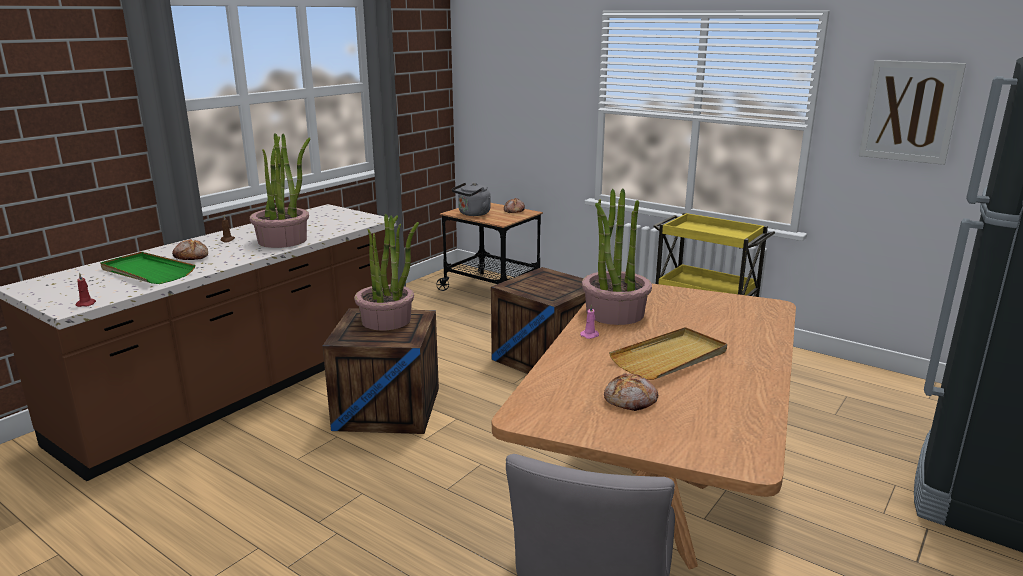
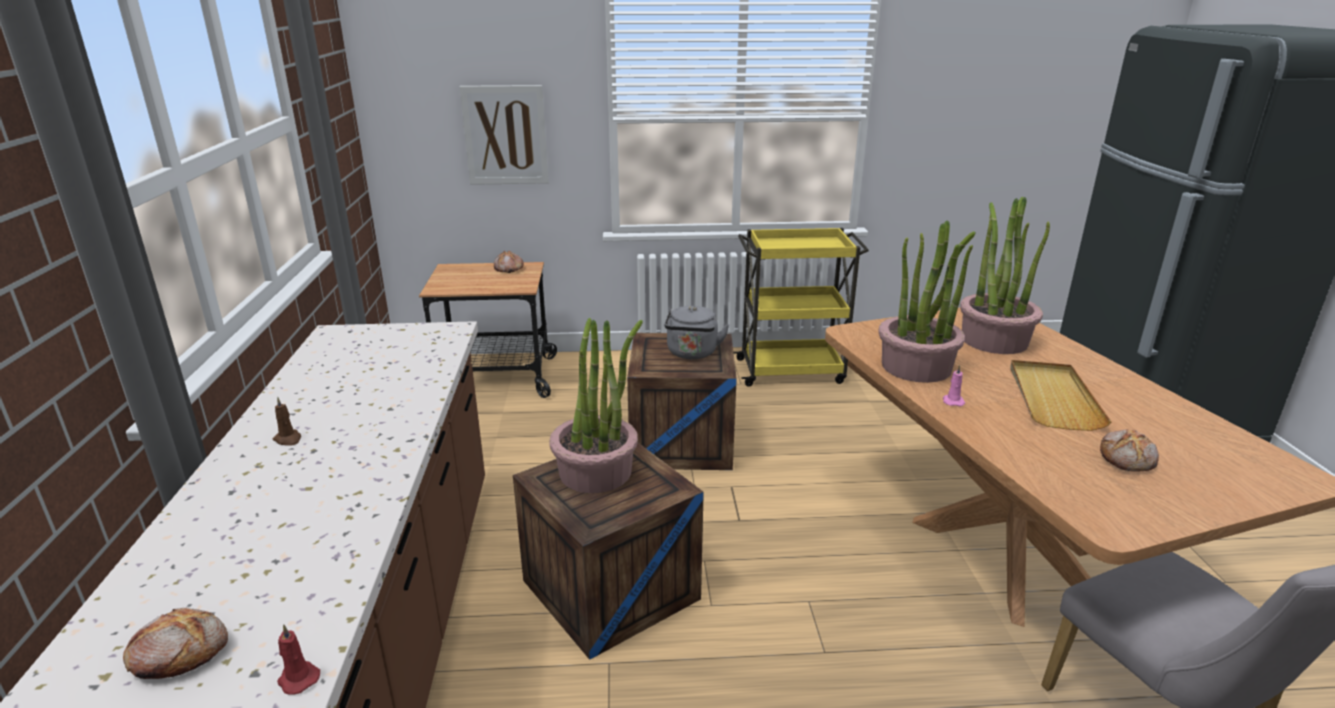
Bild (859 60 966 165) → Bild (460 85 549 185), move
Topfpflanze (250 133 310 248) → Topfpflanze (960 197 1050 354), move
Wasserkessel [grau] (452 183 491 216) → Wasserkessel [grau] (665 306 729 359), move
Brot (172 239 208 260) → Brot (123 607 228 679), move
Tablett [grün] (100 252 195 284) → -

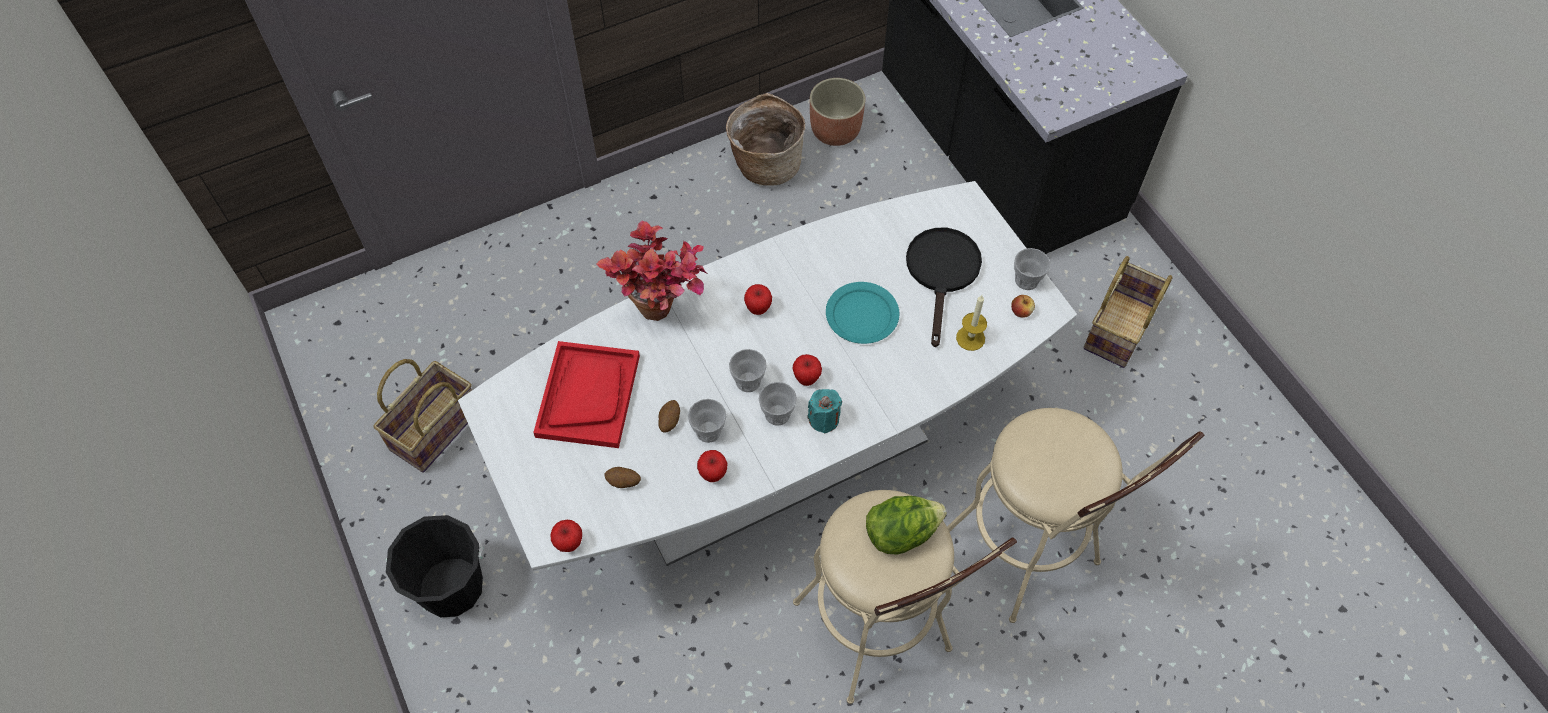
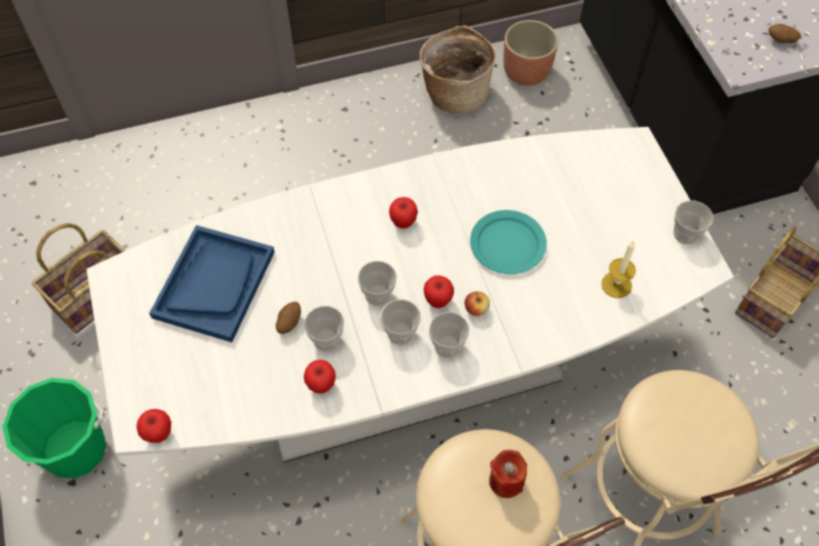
Topfpflanze (596 221 708 321) → -
Pfanne [schwarz] (906 228 982 347) → -
Apfel (1011 295 1035 318) → Apfel (465 291 490 316), move
Tablett [rot] (533 341 640 448) → Tablett [blau] (149 225 275 342)
Kerze [türkis] (808 389 842 434) → Tasse (429 312 469 358)
Kartoffel (604 467 641 488) → Kartoffel (768 24 801 43), move
Salatkopf (866 496 947 555) → Kerze [rot] (489 450 527 498)
Eimer [schwarz] (386 515 484 617) → Eimer [grün] (2 378 107 479)

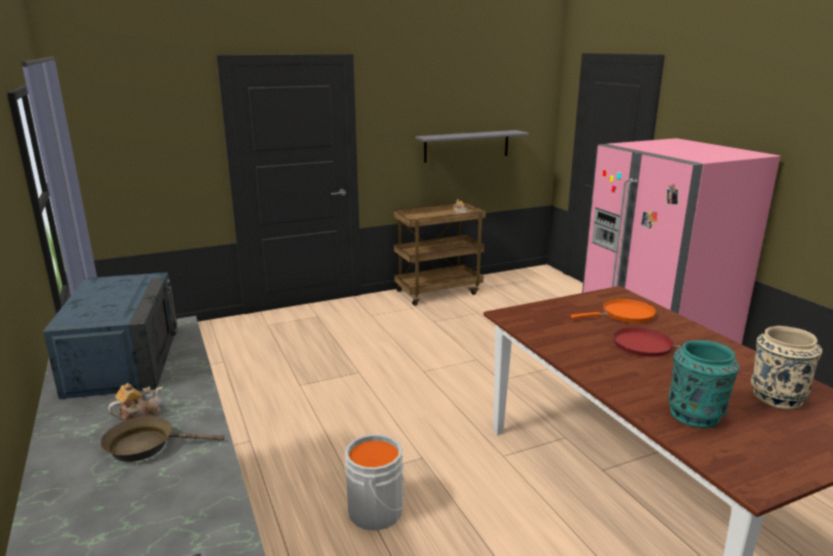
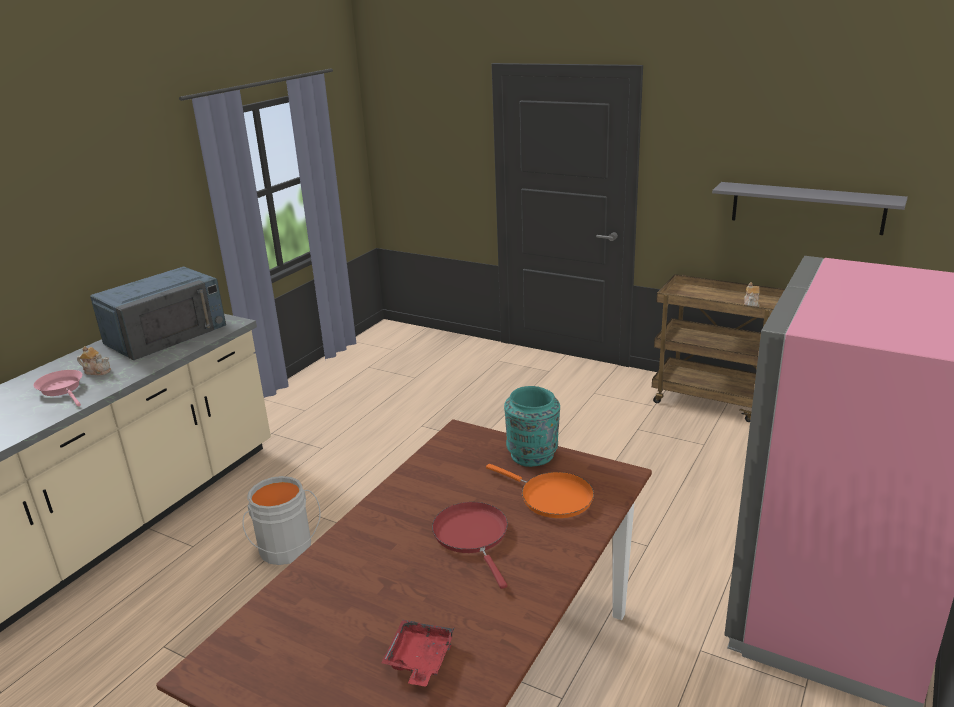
Vase [beige] (751 326 822 410) → Tablett [rot] (381 620 454 687)
Vase [türkis] (668 340 739 428) → Vase [türkis] (504 386 560 467), move
Pfanne [braun] (100 416 224 462) → Pfanne [rosa] (33 370 82 406)

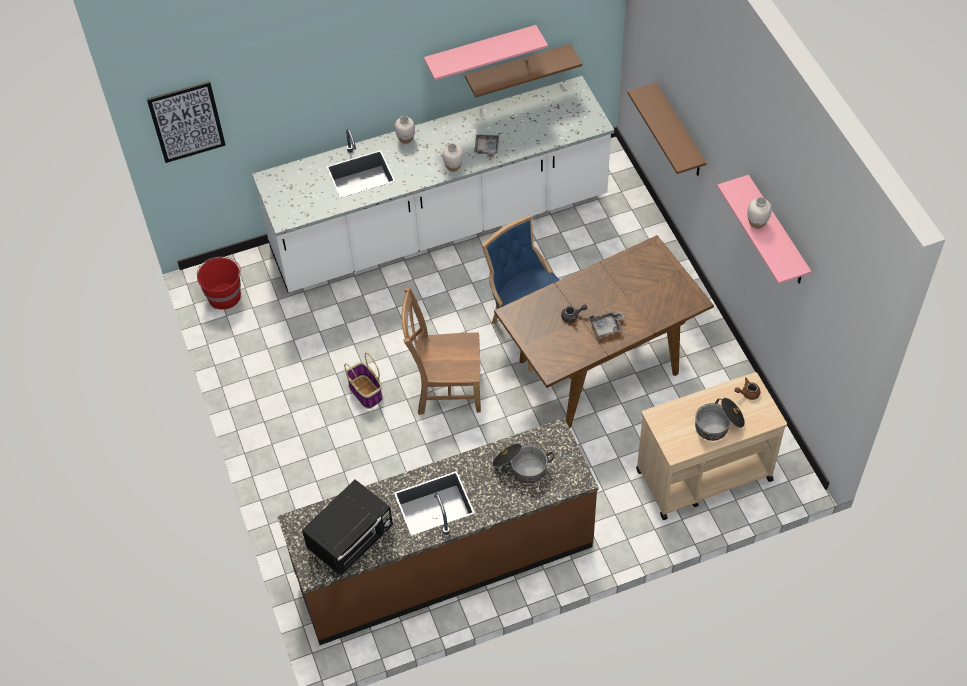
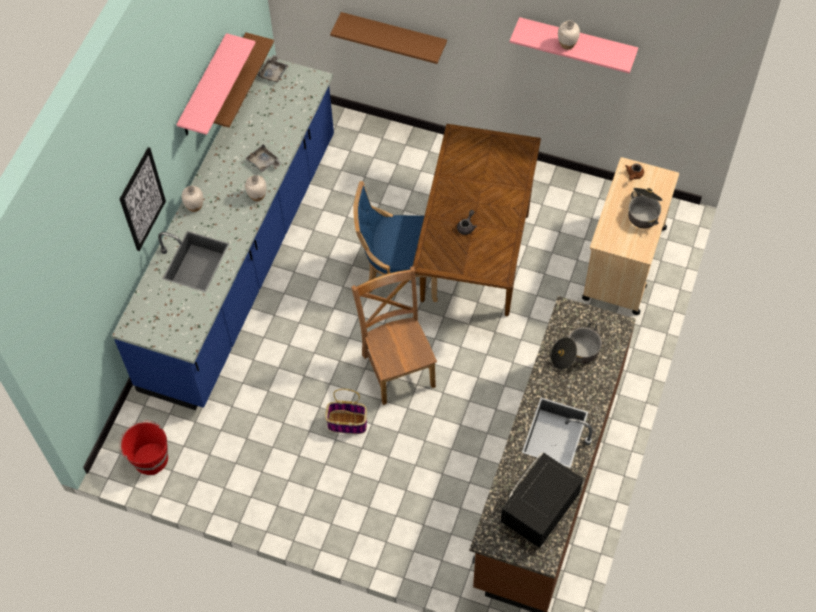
Küchenzeile [weiß] (252 76 614 292) → Küchenzeile [blau] (112 56 334 410)
Bild (147 81 226 163) → Bild (120 147 166 251), move
Stuhl [braun] (401 287 481 415) → Stuhl [braun] (351 266 437 405), 120 degrees clockwise
Tablett [grau] (589 312 624 338) → Tablett [grau] (258 55 288 83), move
Mikrowelle [schwarz] (302 479 393 576) → Mikrowelle [schwarz] (501 452 583 548), 135 degrees counterclockwise

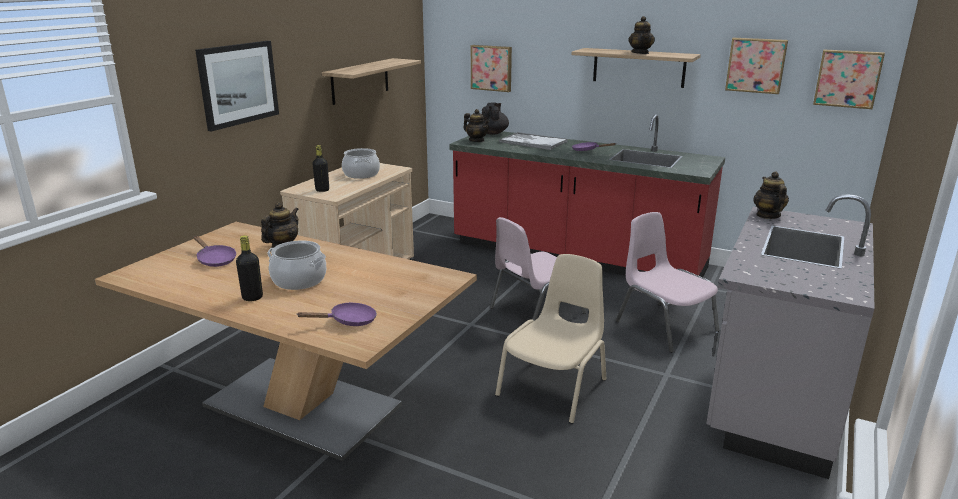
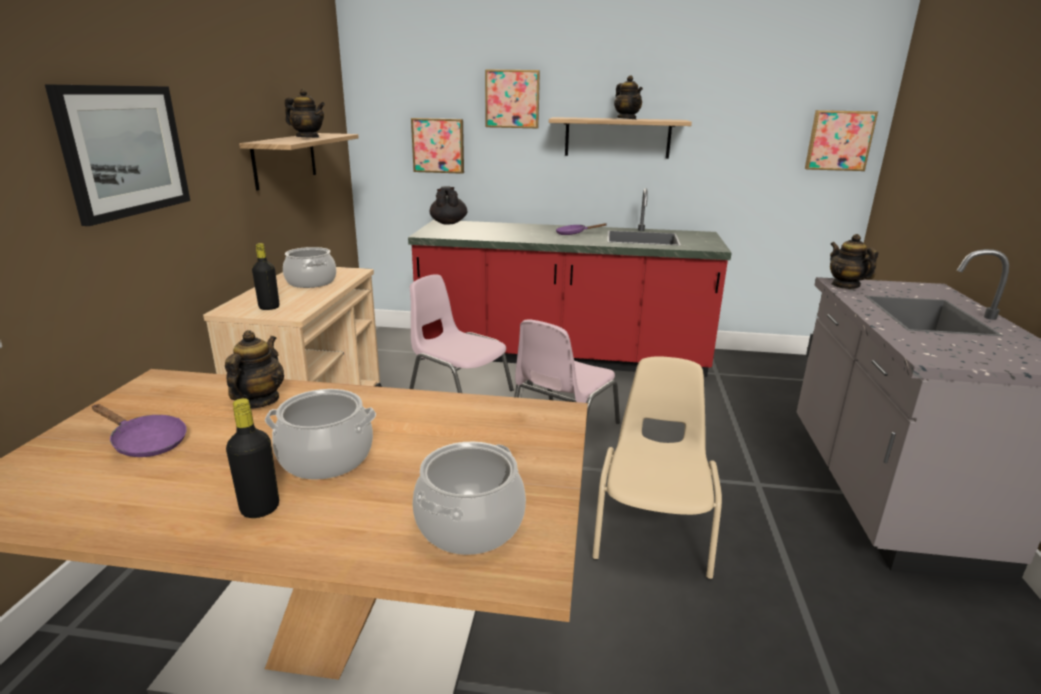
Bild (725 38 788 94) → Bild (485 69 540 129), move
Teekanne (463 109 490 142) → Teekanne (285 89 325 138), move
Tablett (499 132 568 150) → -
Stuhl [rosa] (616 212 719 353) → Stuhl [rosa] (409 274 514 393), move
Pfanne [lila] (296 302 377 326) → Kochtopf (412 442 526 555)

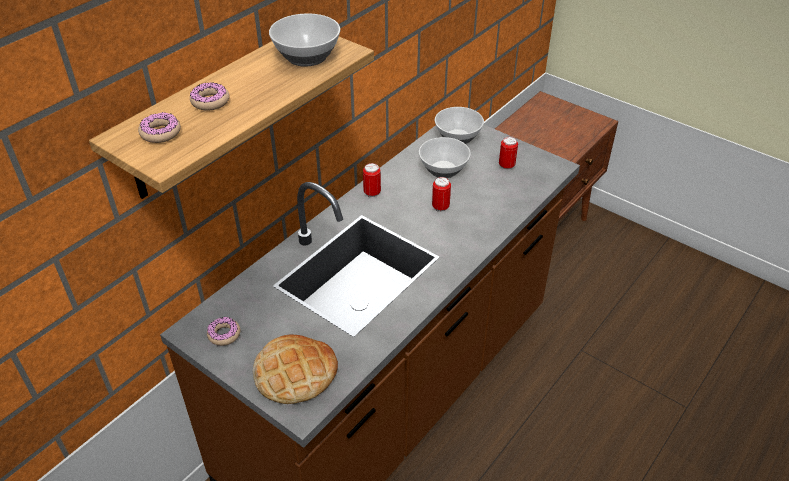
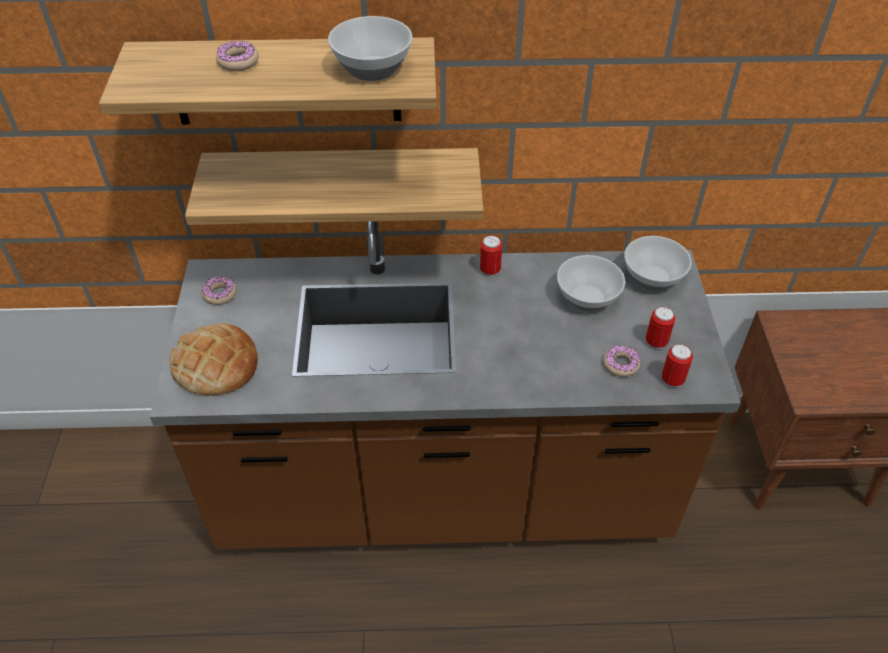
Donut (138 113 181 143) → Donut (603 346 640 377), move
Dose (432 177 451 212) → Dose (662 344 693 387), move
- → Wandregal (185 148 484 225)

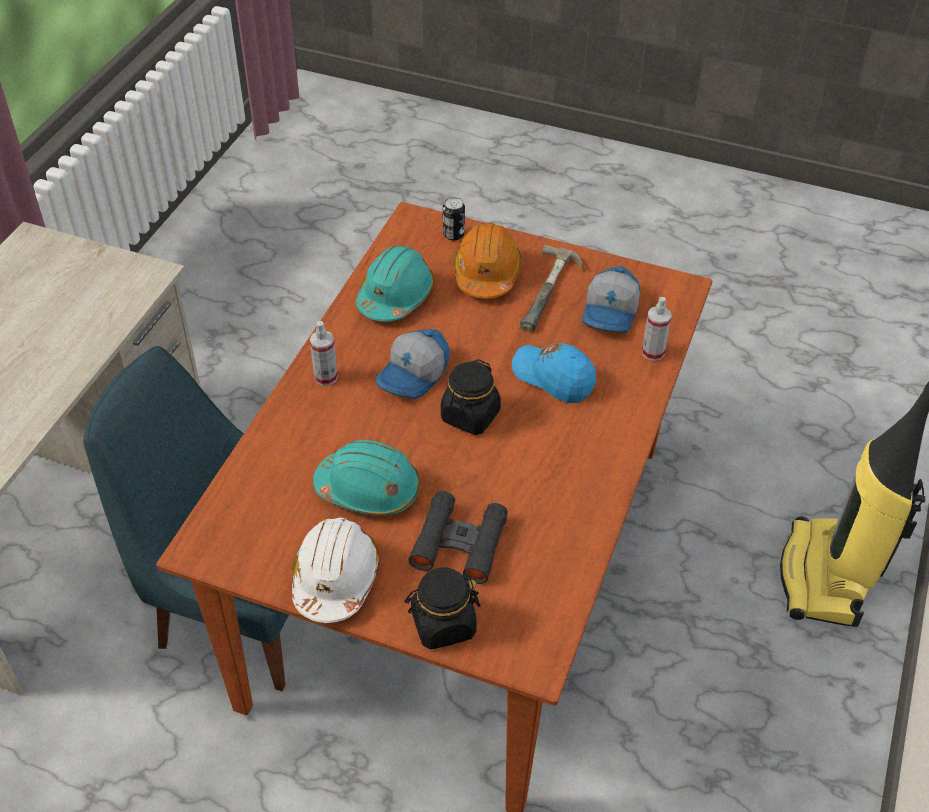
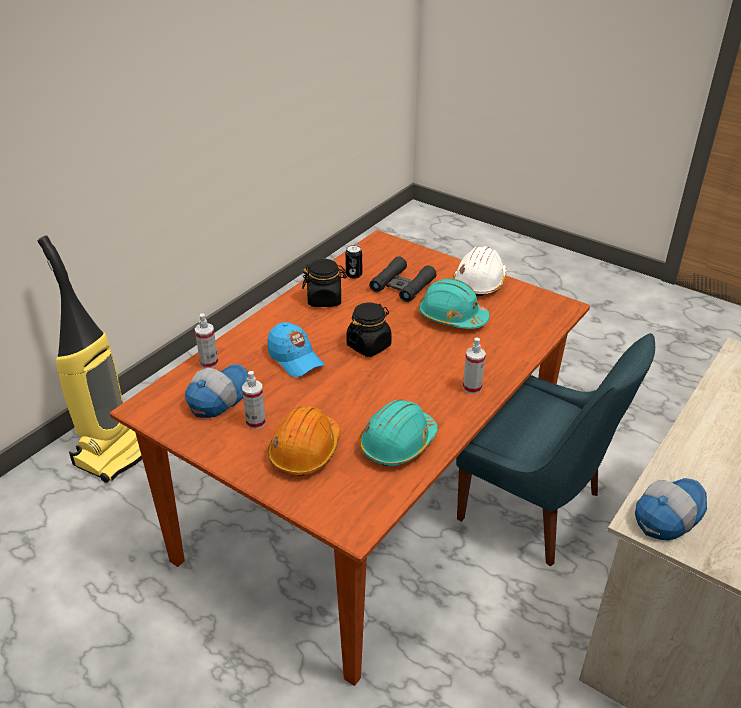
Dose (443 197 465 240) → Dose (345 245 362 279), move
Hammer (520 244 583 332) → Sprühflasche (242 371 266 429)
Kappe (376 329 450 399) → Kappe (635 478 707 540), move
Vorratsglas [schwarz] (405 568 480 649) → Vorratsglas [schwarz] (302 259 347 307), move

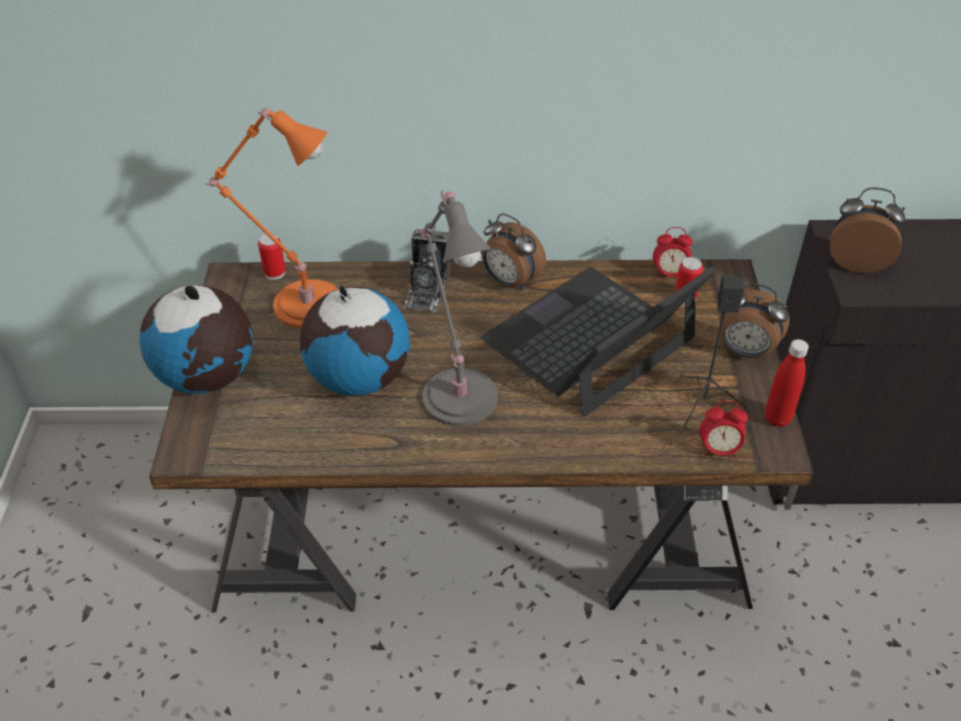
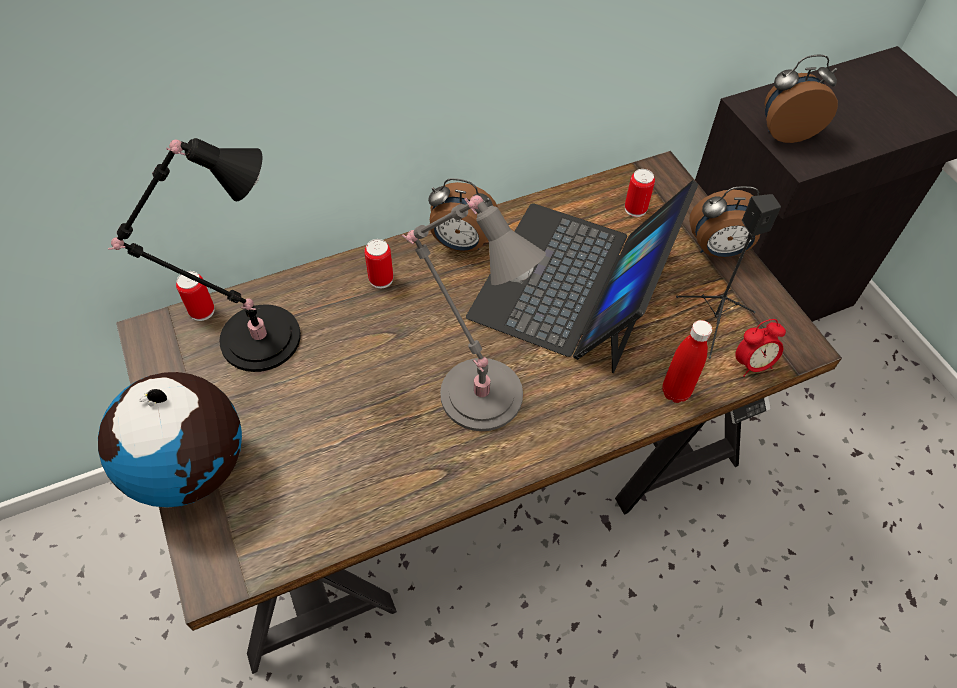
Tischlampe [orange] (205 108 338 328) → Tischlampe [schwarz] (108 138 301 372)
Wecker (653 227 693 279) → -
Kamera (403 229 450 312) → Dose (365 239 393 289)
Globus (299 285 410 396) → -
Flasche [rot] (765 339 809 427) → Flasche [rot] (663 320 712 403), move

